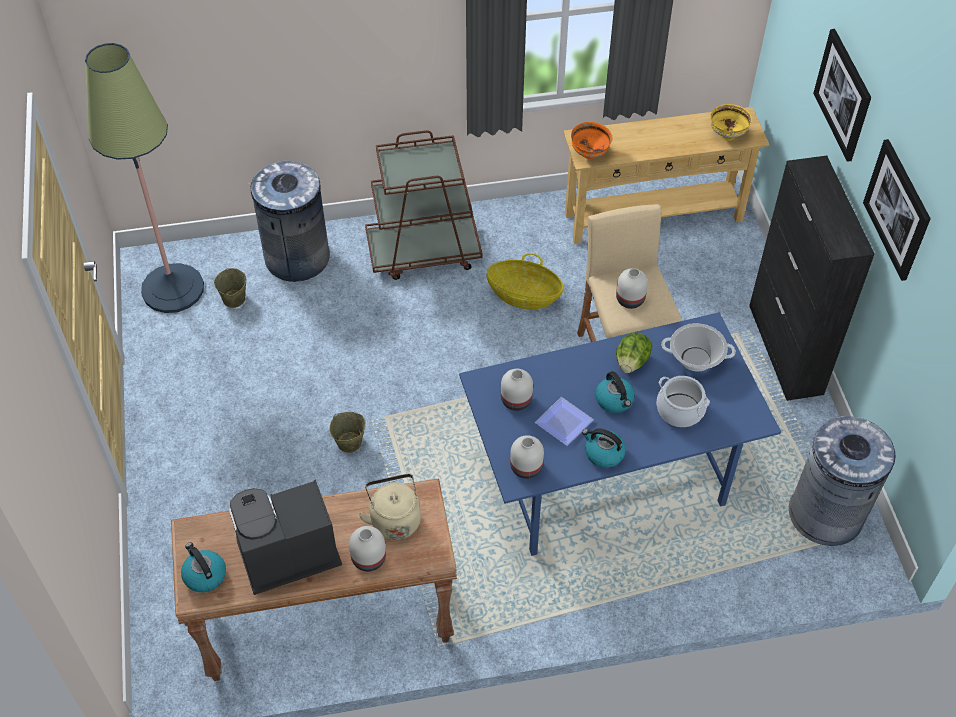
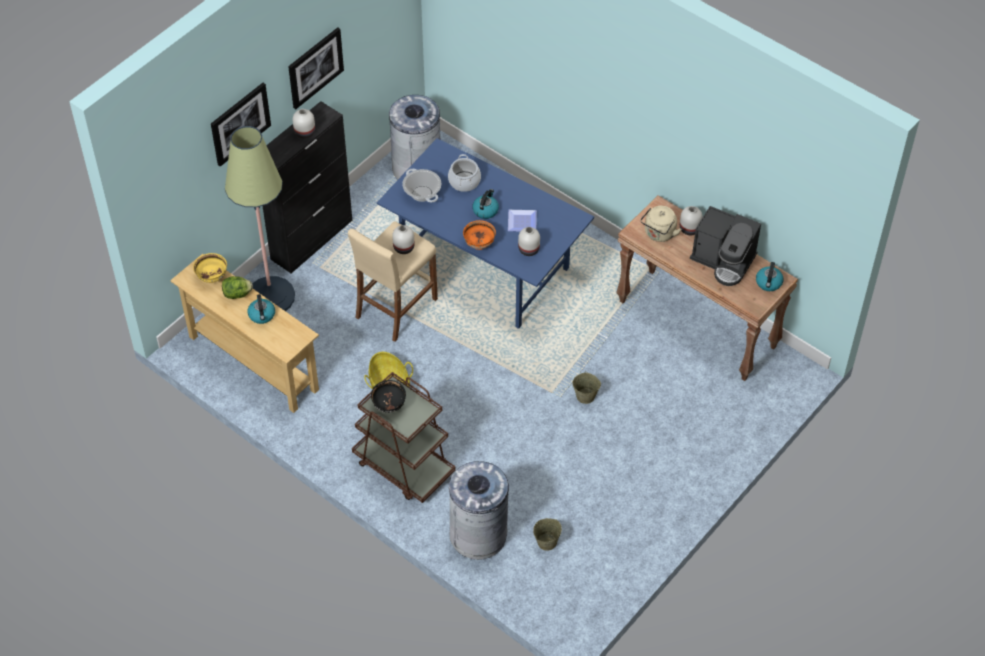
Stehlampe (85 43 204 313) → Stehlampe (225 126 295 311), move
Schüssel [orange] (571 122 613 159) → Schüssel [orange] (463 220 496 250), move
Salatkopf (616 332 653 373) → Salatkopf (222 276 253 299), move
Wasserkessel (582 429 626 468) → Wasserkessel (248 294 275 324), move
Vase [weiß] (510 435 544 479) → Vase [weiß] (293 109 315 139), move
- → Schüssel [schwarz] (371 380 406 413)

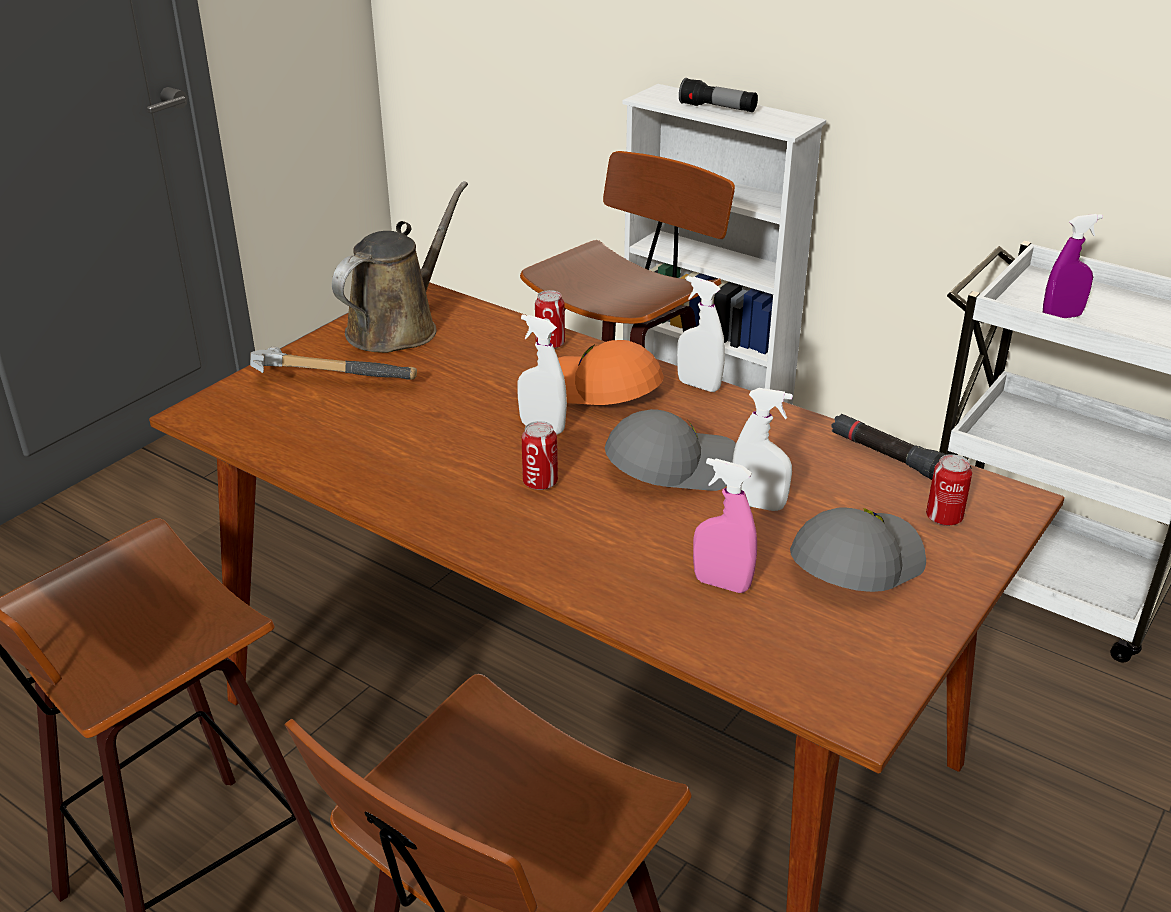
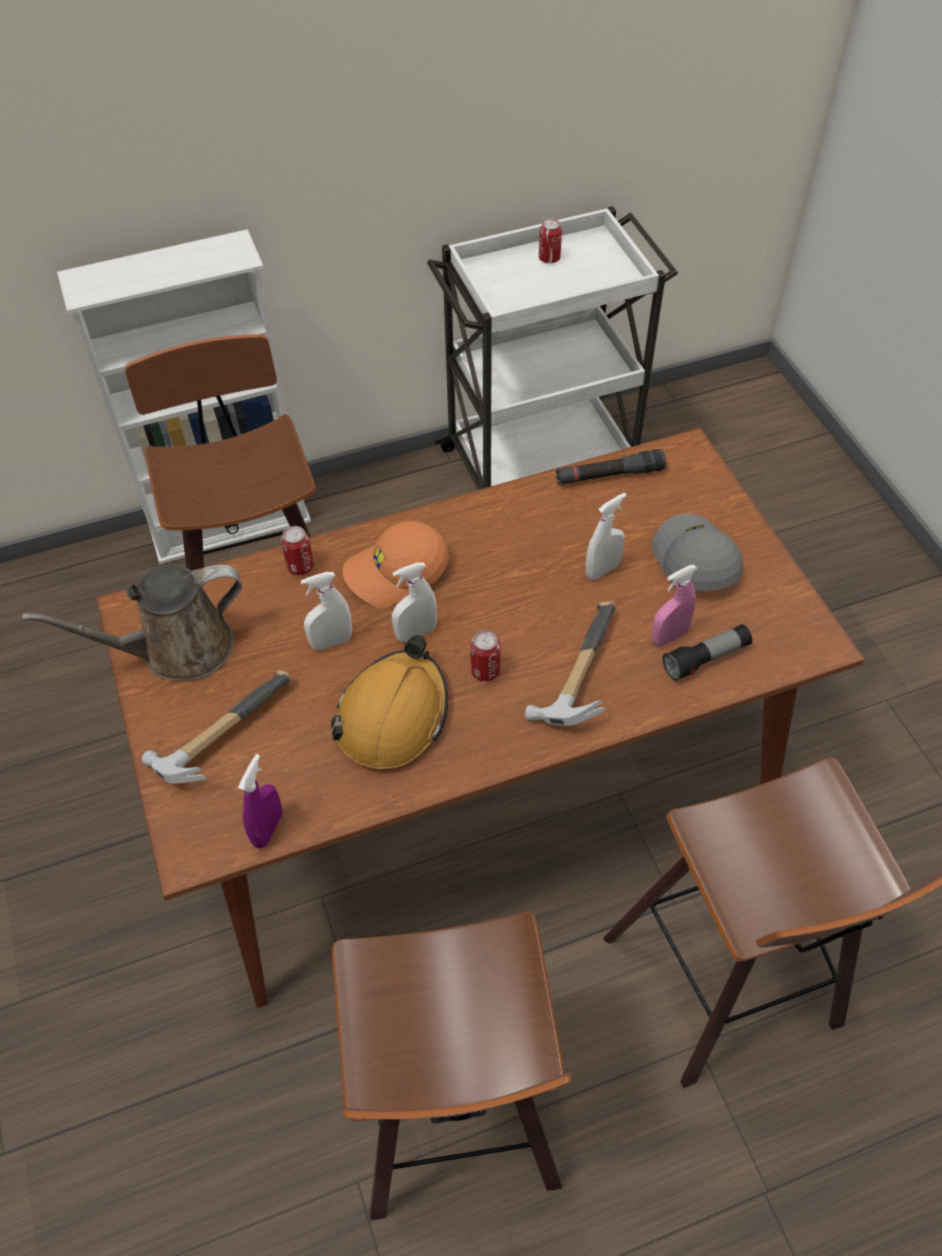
Taschenlampe (679 78 758 112) → Taschenlampe (663 624 752 681), move
Gießkanne [braun] (332 181 468 353) → Gießkanne [braun] (22 565 242 681), 90 degrees counterclockwise
Sprühflasche [lila] (1043 214 1103 318) → Sprühflasche [lila] (238 754 282 848), move
Sprühflasche [weiß] (677 276 725 392) → Sprühflasche [weiß] (301 572 352 650), move
Kappe [grau] (605 409 736 491) → -
Dose (926 454 972 526) → Dose (539 218 562 264), move
- → Hammer (525 601 615 726)
- → Schutzhelm [orange] (331 635 448 770)

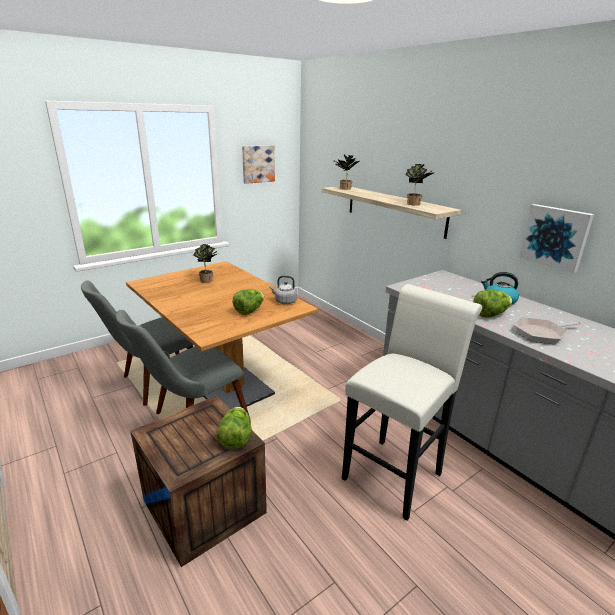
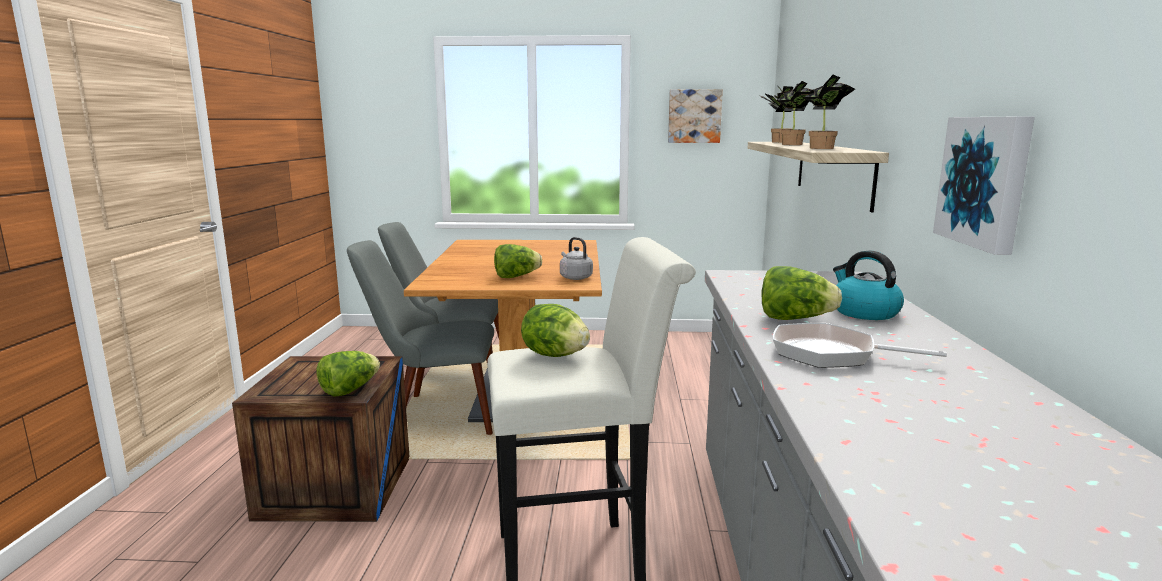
Topfpflanze (193 244 217 283) → Topfpflanze (776 81 814 145), move
- → Salatkopf (521 304 590 357)

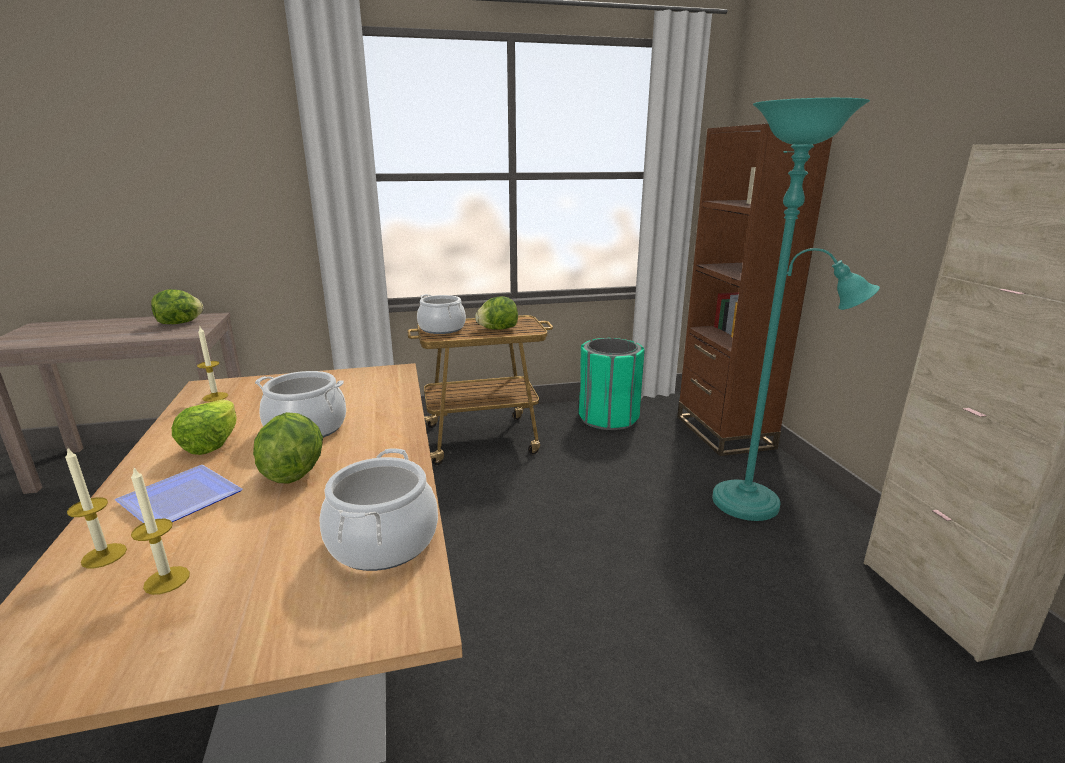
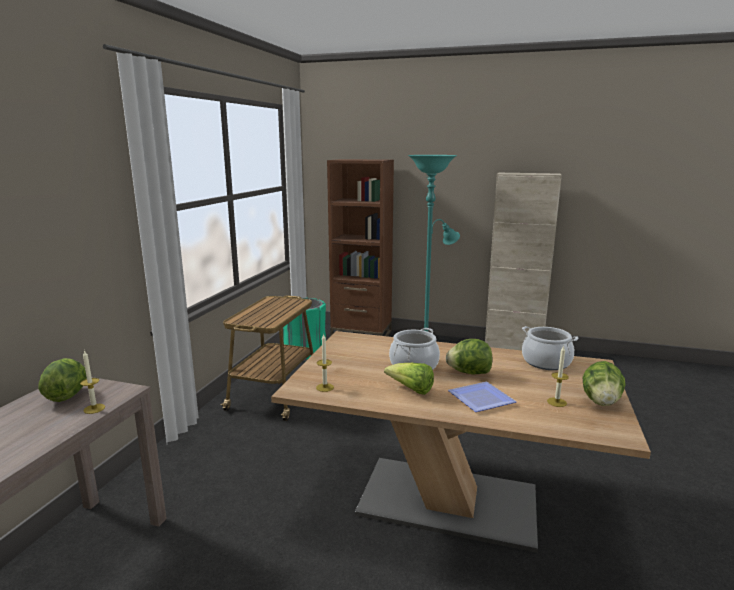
Kochtopf (417 294 466 334) → -
Salatkopf (475 296 518 330) → Salatkopf (582 361 626 406), move
Kerze (65 449 127 568) → Kerze (80 350 105 414), move

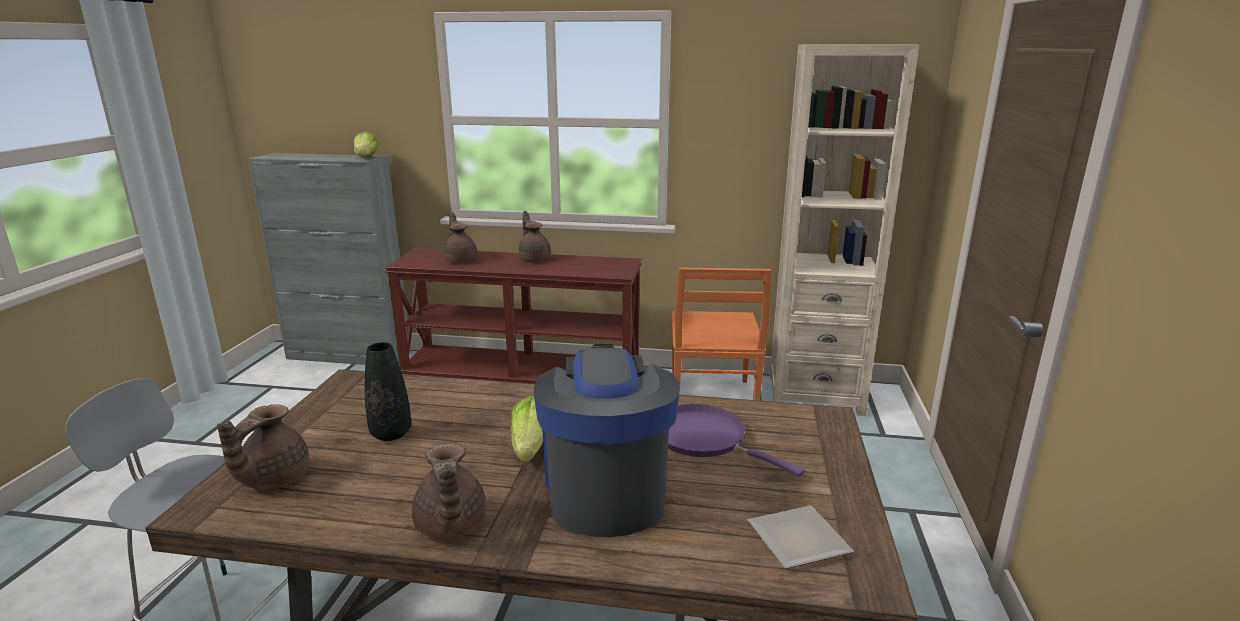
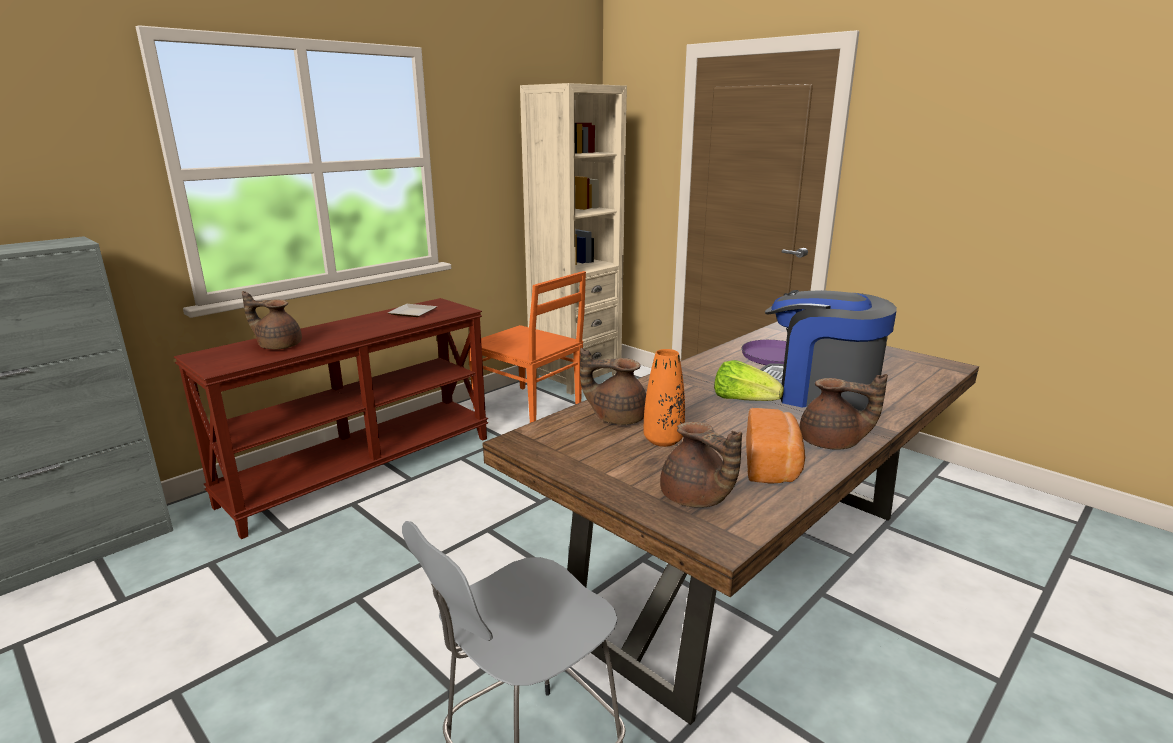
Salatkopf (354 131 379 157) → -
Teekanne [braun] (518 211 551 261) → Teekanne [braun] (580 348 646 425), move
Vase [schwarz] (365 342 411 441) → Vase [orange] (644 349 685 447)
Teller (748 506 854 569) → Teller (388 304 437 317), move
- → Brot (746 408 805 484)

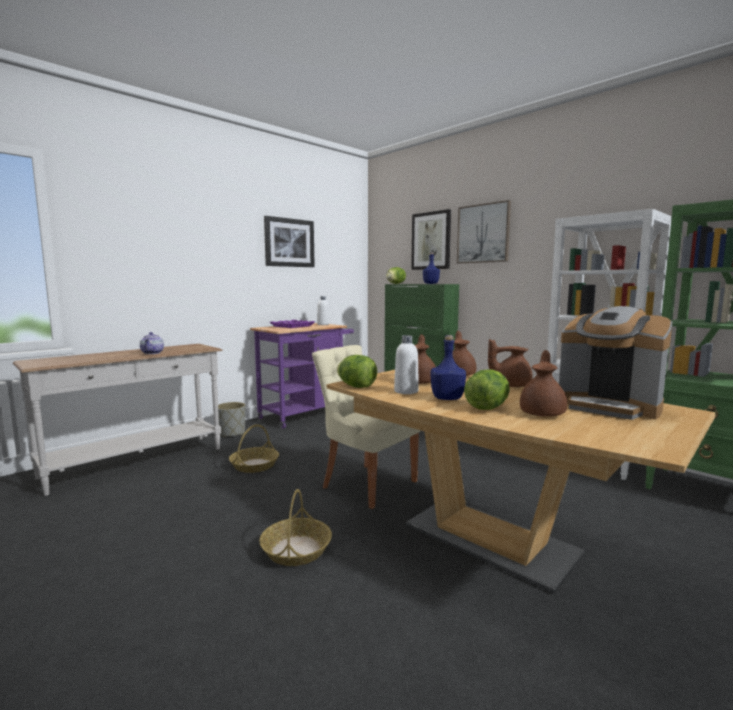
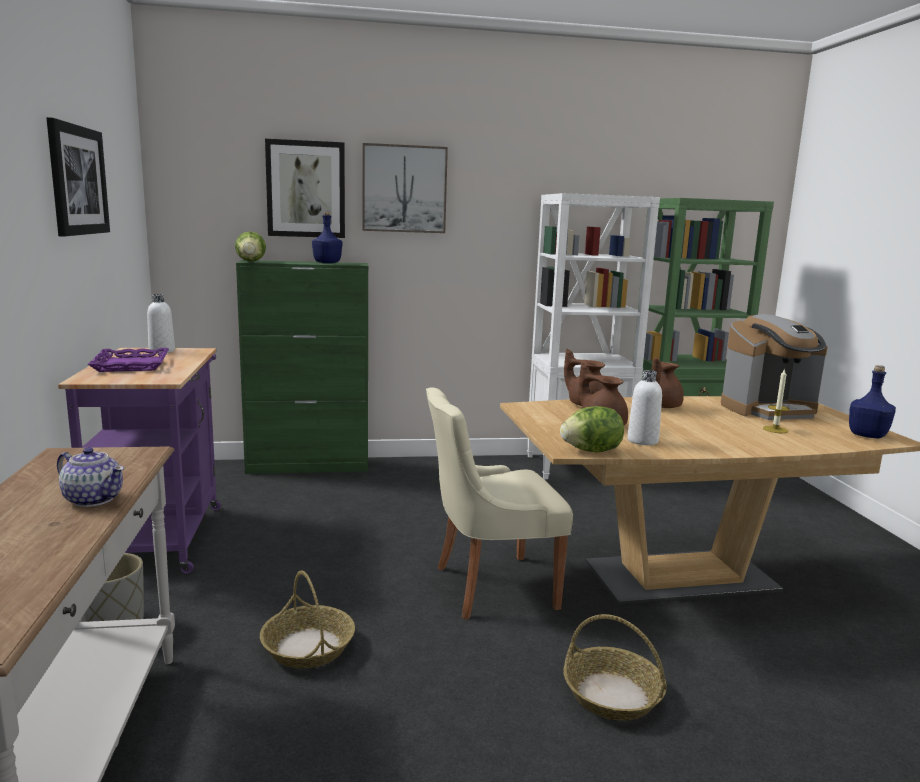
Flasche [blau] (430 335 466 400) → Flasche [blau] (849 365 896 438), move
Teekanne [braun] (520 350 567 416) → Kerze (763 368 790 433)
Salatkopf (464 370 510 410) → -

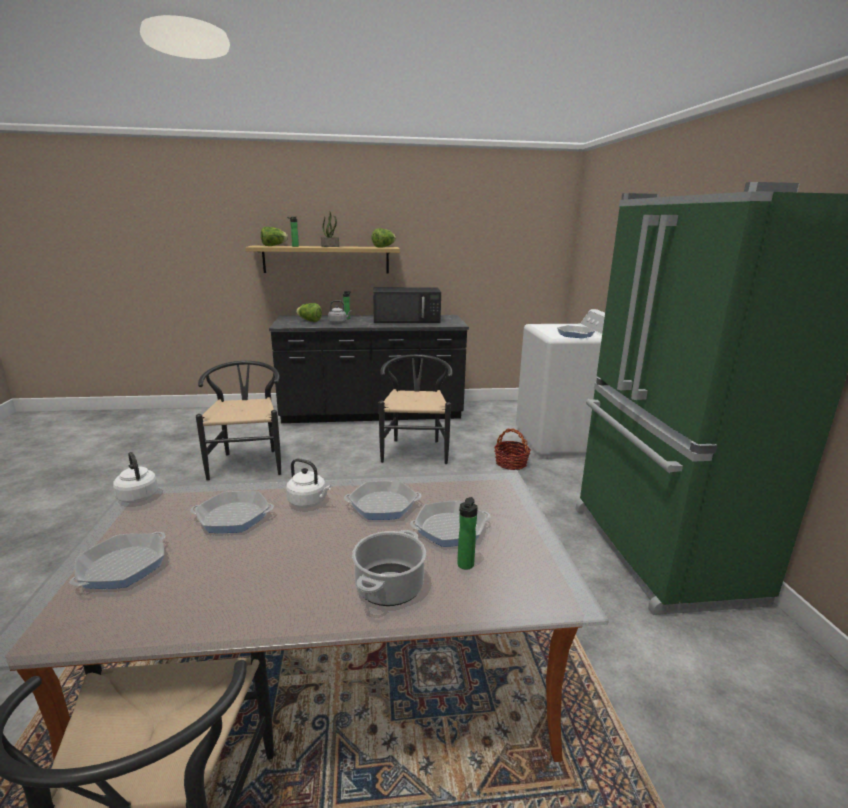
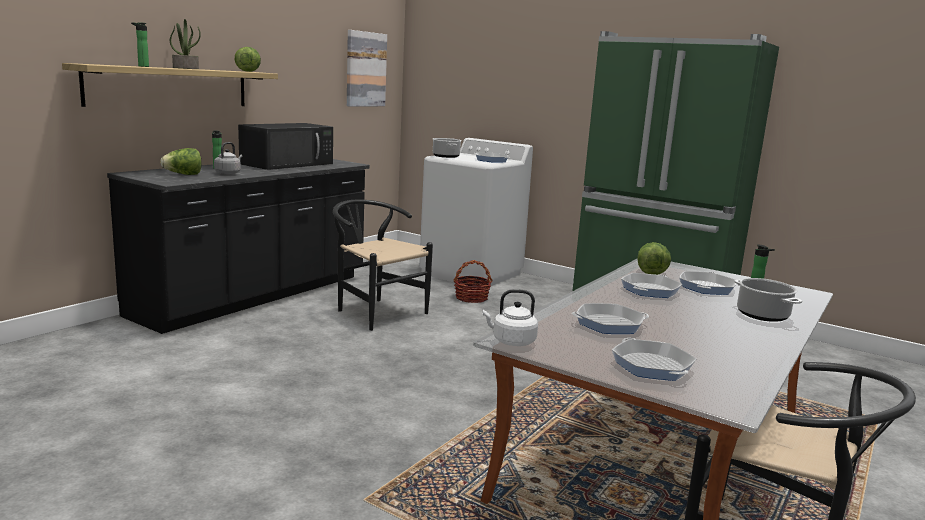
Salatkopf (261 227 288 246) → Salatkopf (637 242 671 275), move
Stuhl [schwarz] (196 361 281 481) → -
Wasserkessel [weiß] (286 458 331 508) → -
Pfanne (190 491 274 533) → Pfanne (572 303 649 334), 45 degrees clockwise
- → Bild (347 30 387 106)
- → Kochtopf (433 138 462 158)

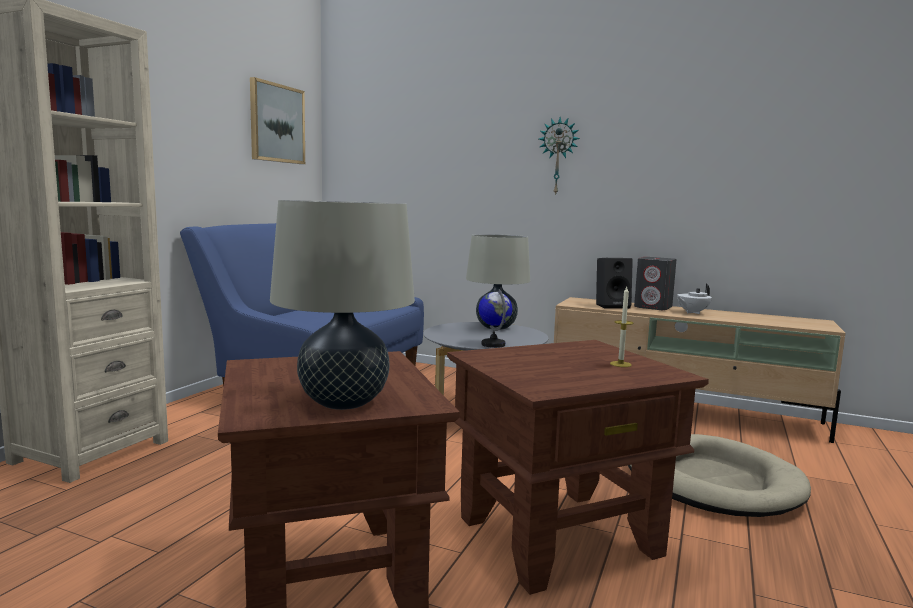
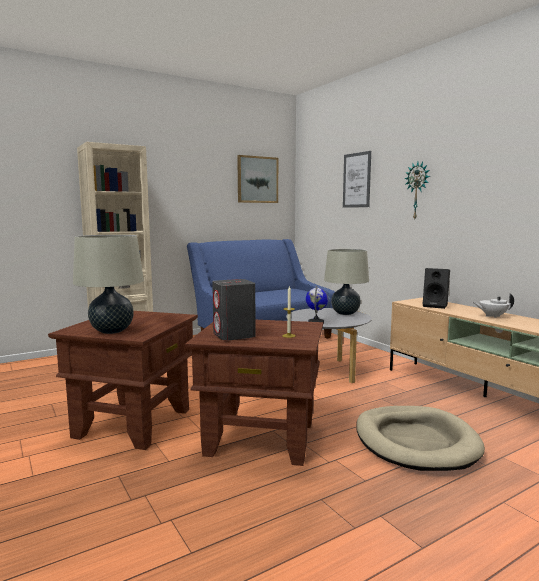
Lautsprecher [grau] (634 257 677 310) → Lautsprecher [grau] (212 279 256 341), move
- → Bild (343 151 371 208)

